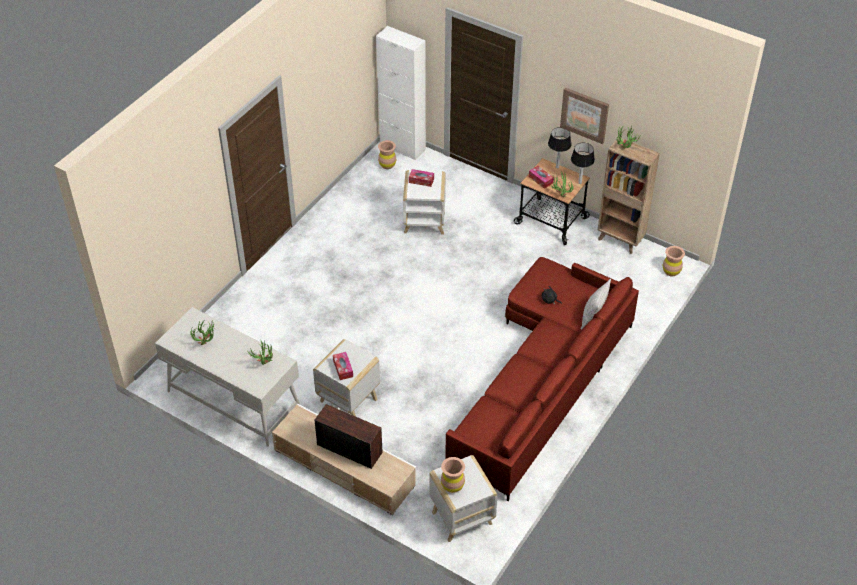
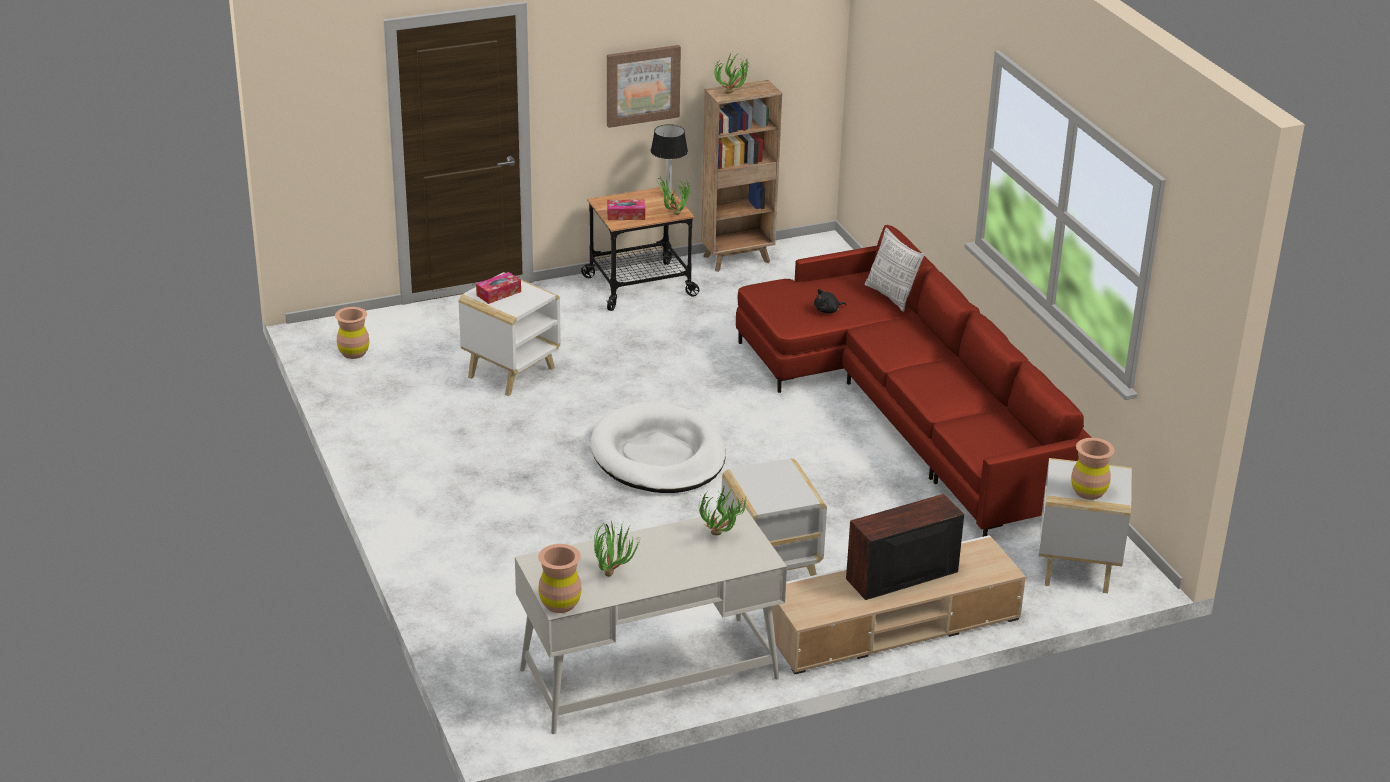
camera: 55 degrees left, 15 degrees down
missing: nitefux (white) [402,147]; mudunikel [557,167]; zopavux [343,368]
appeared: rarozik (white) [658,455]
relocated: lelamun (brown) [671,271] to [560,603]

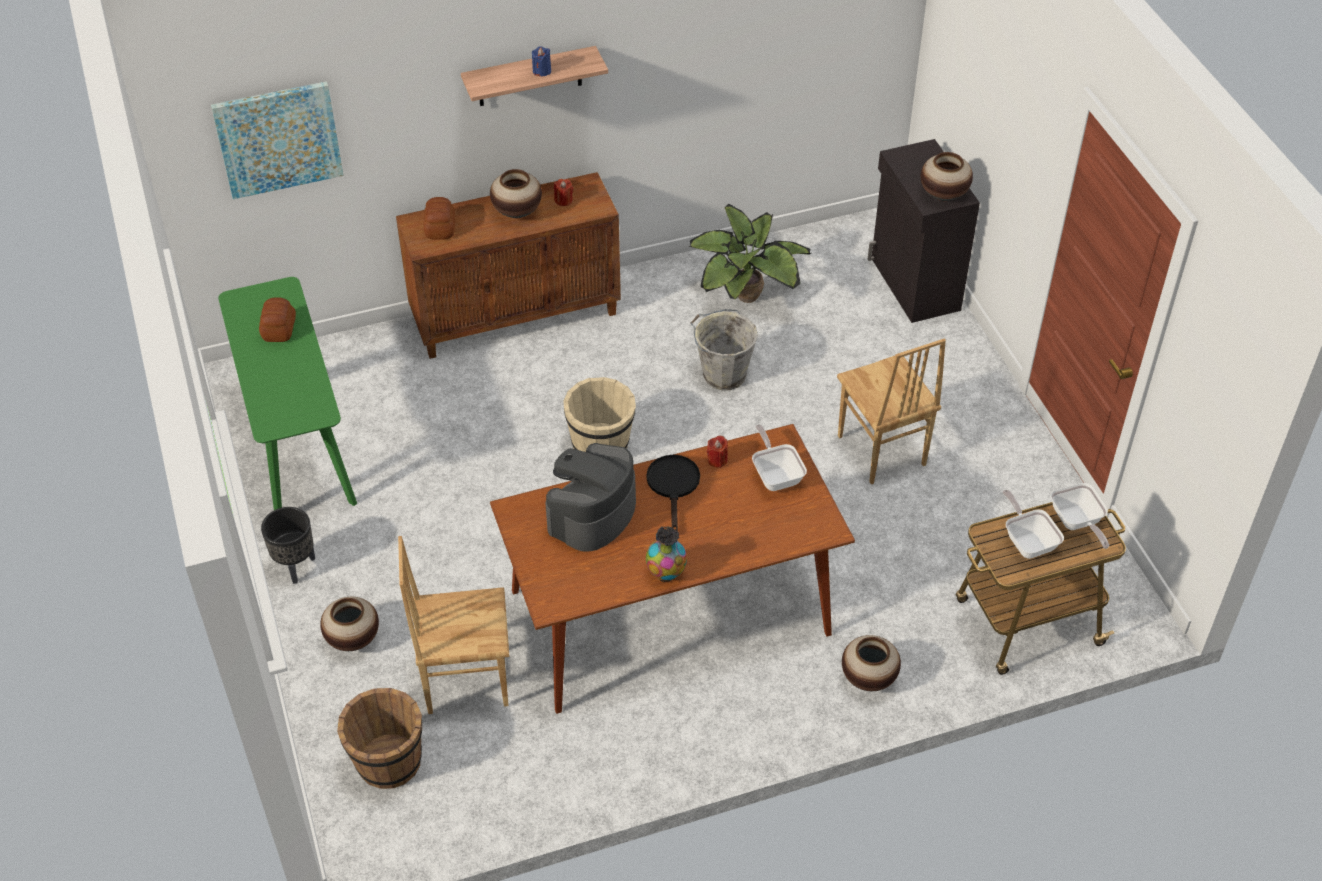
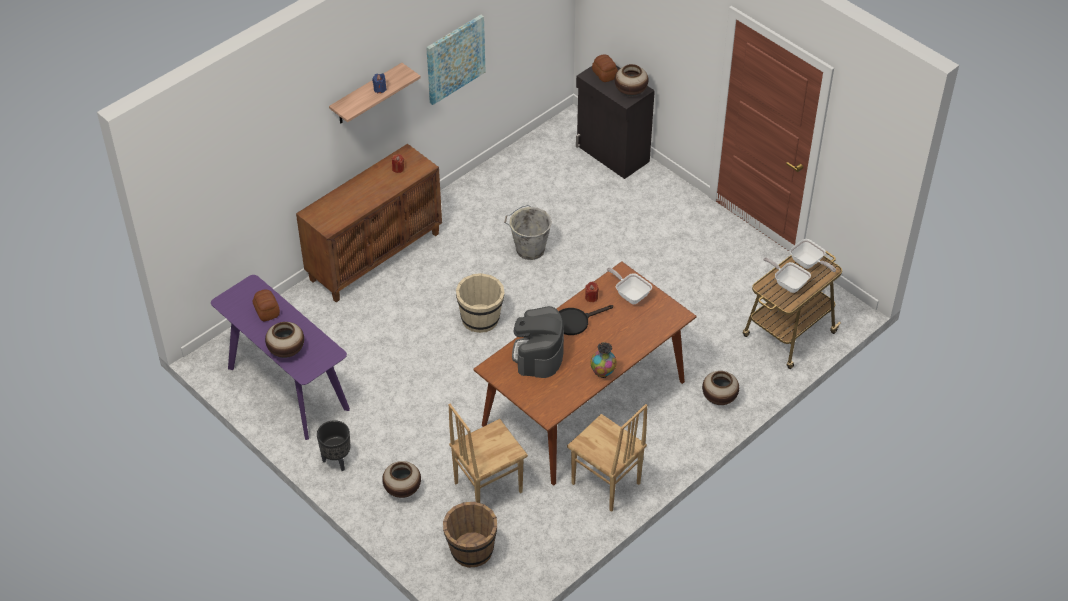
camera: 25 degrees left, 0 degrees up
missing: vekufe [748,299]
relocated: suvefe [278,139] to [455,58]; lelamun [517,212] to [286,351]; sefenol [441,227] to [604,74]; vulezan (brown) [880,451] to [605,484]
colour: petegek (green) [297,448] to petegek (purple) [287,388]
spun: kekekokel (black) [673,486] = [575,321] 90 degrees counterclockwise

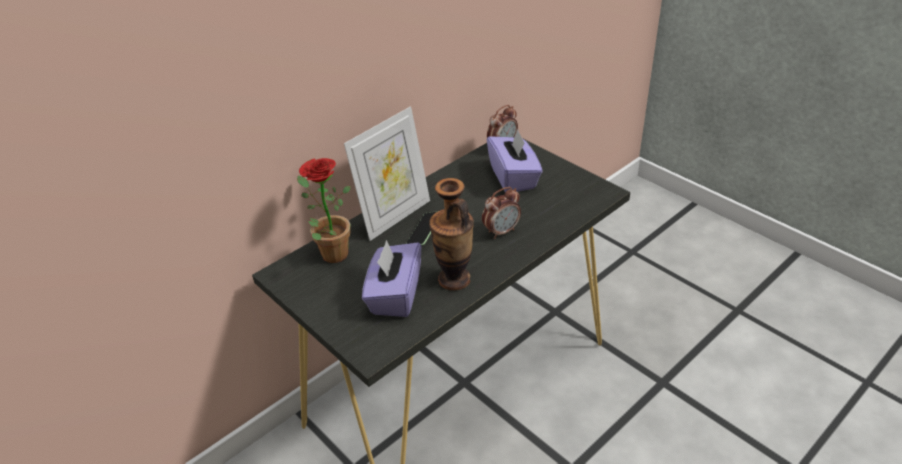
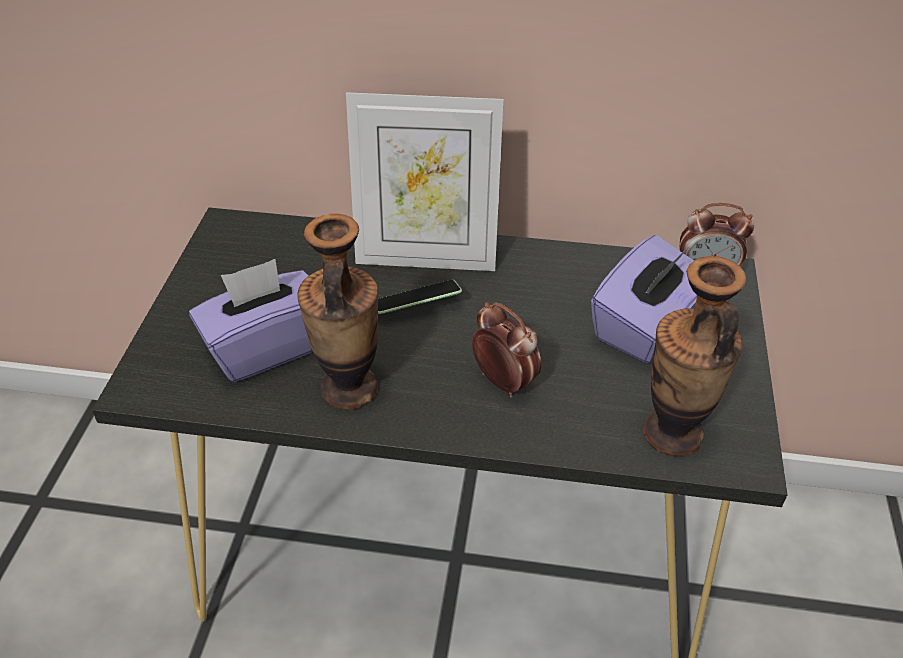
camera: 50 degrees right, 5 degrees up
missing: vekufe [330,252]
appeared: lelamun [672,433]
spun: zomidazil [501,231] = [503,382] 150 degrees counterclockwise

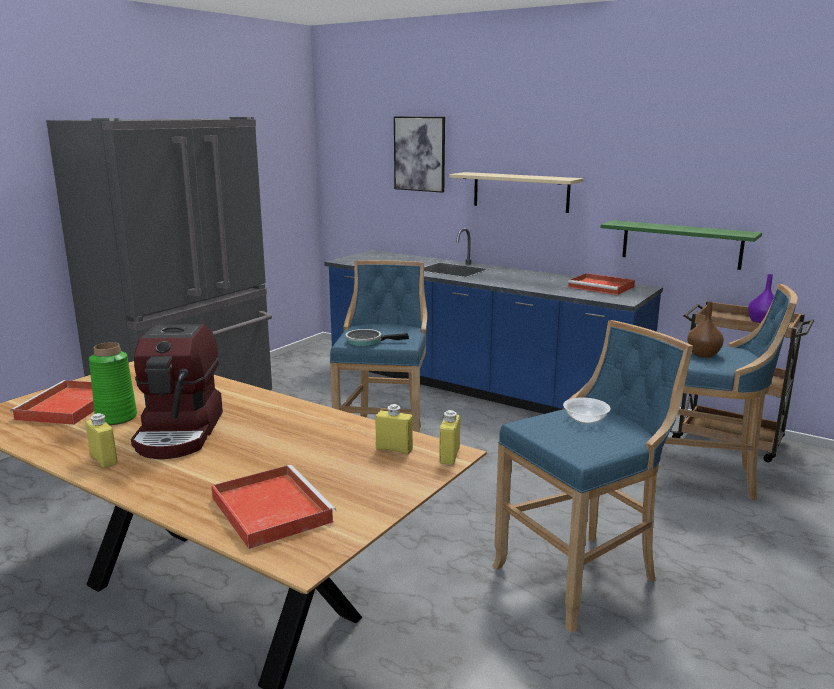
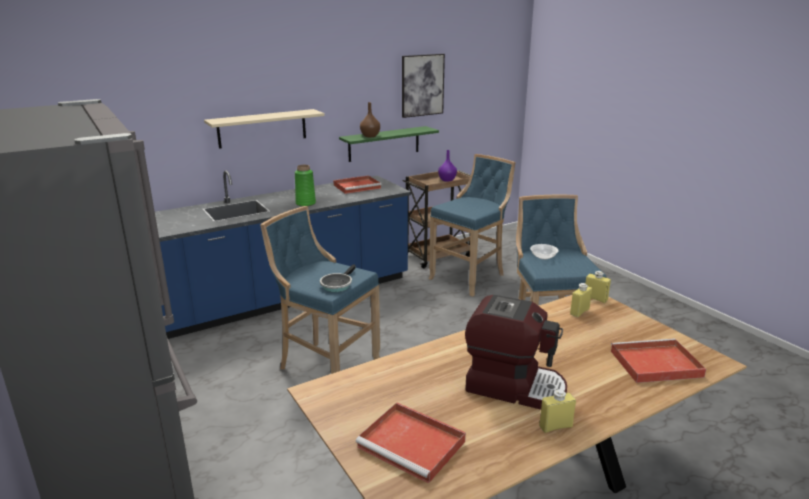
camera: 65 degrees left, 5 degrees up
relocated: suvefe [419,154] to [422,85]; lelamun (brown) [704,354] to [370,136]; lelamun (green) [116,417] to [305,203]

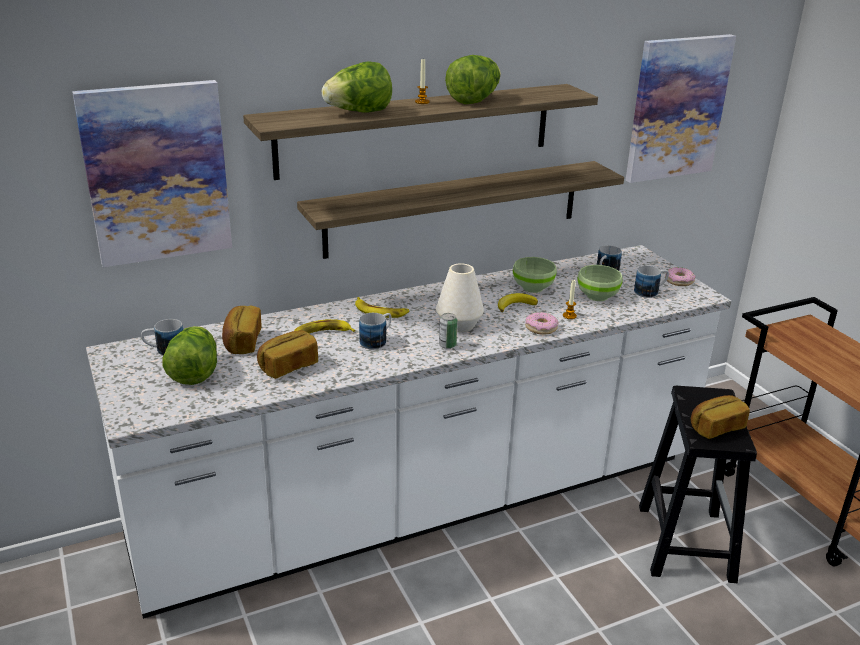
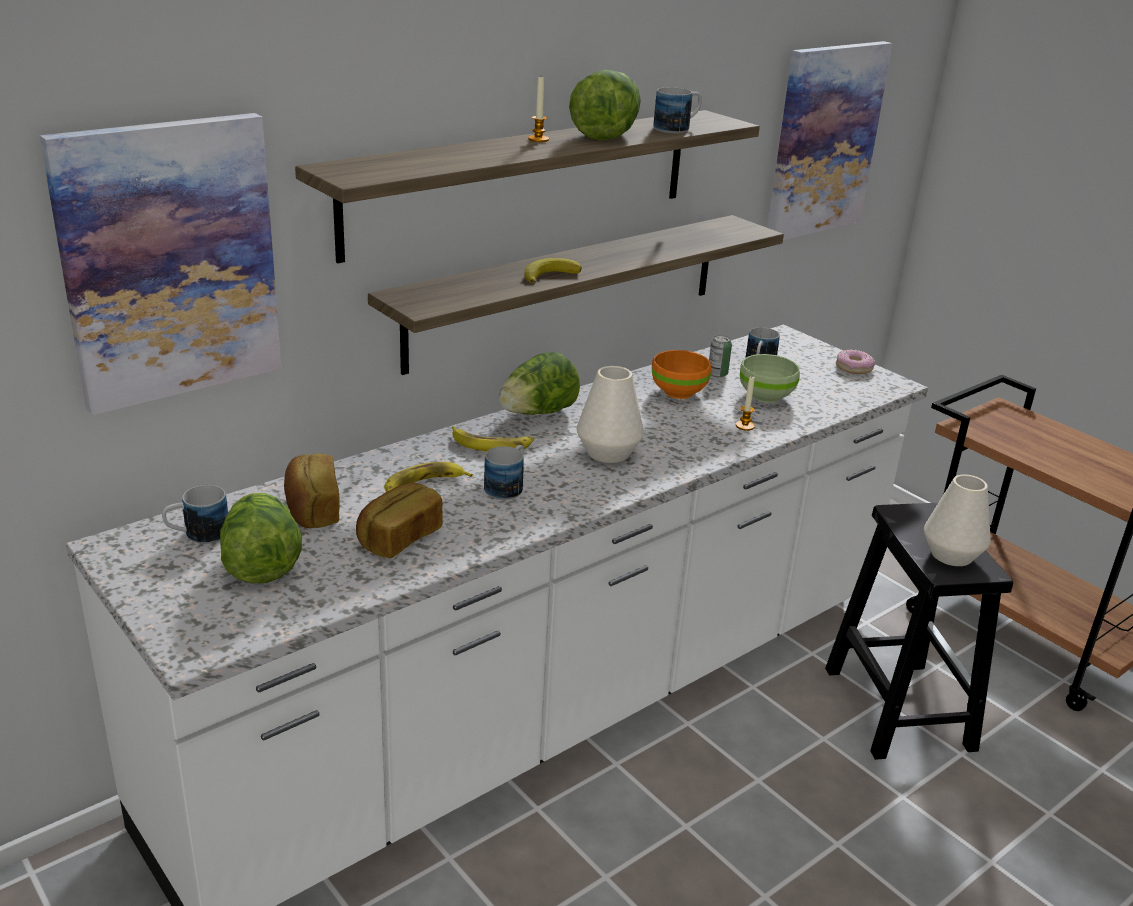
camera: 15 degrees left, 0 degrees up
missing: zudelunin [541,328]
relocated: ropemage [359,112] to [538,413]; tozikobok [650,292] to [677,128]; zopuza [515,305] to [549,275]; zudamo [447,345] to [717,374]
exchanged: sefenol [716,427] to lelamun (white) [951,555]
colour: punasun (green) [533,288] to punasun (orange) [679,393]

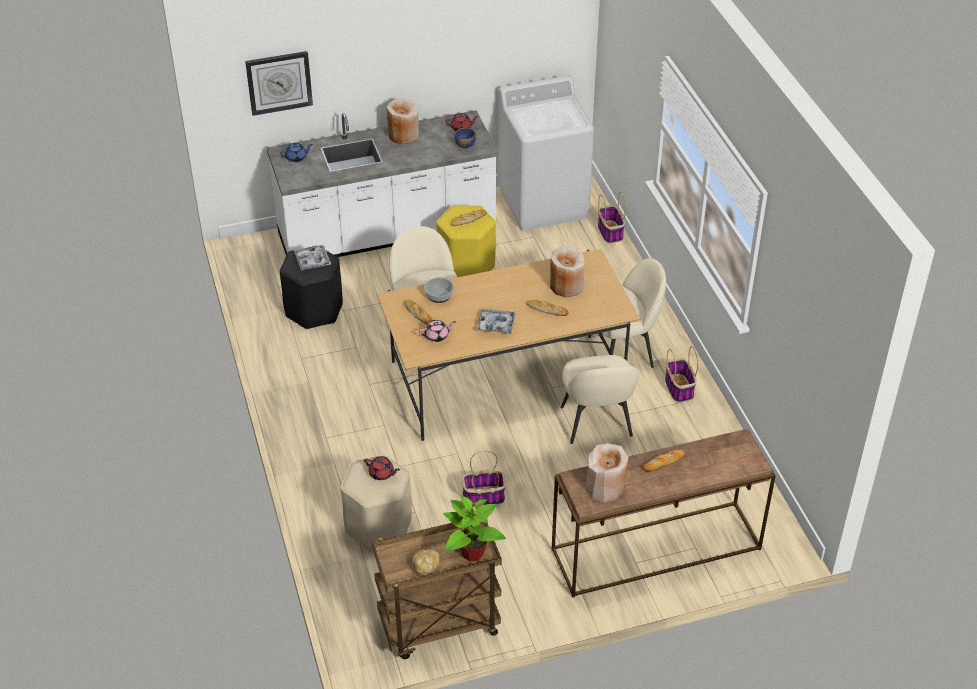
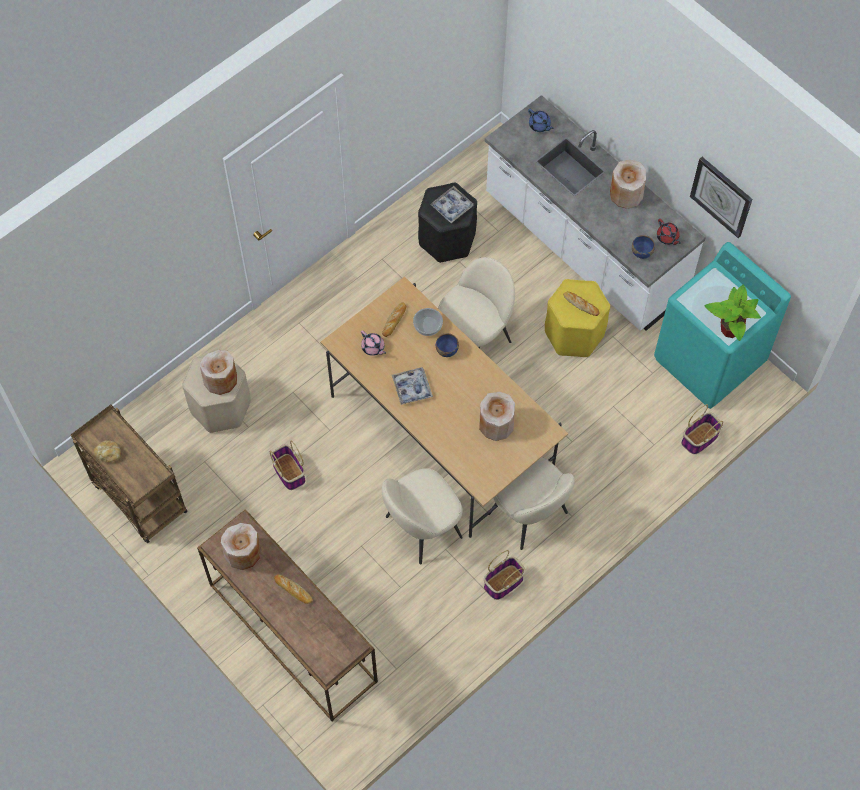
camera: 65 degrees right, 20 degrees up
missing: sefenol [547,310]
appeared: punasun (blue) [446,350]
relocated: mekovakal [279,82] to [721,196]; vekufe [471,552] to [730,329]
exchanged: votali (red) [382,473] to lelamun (beige) [221,380]
colour: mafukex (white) [543,203] to mafukex (turquoise) [709,361]

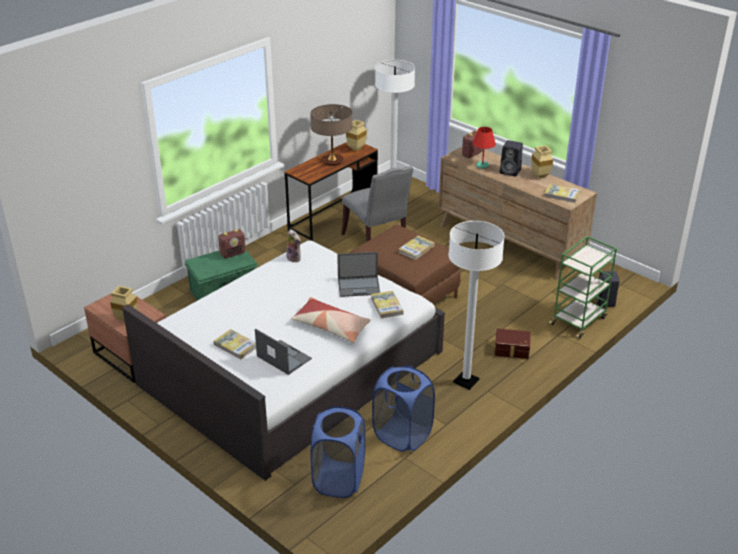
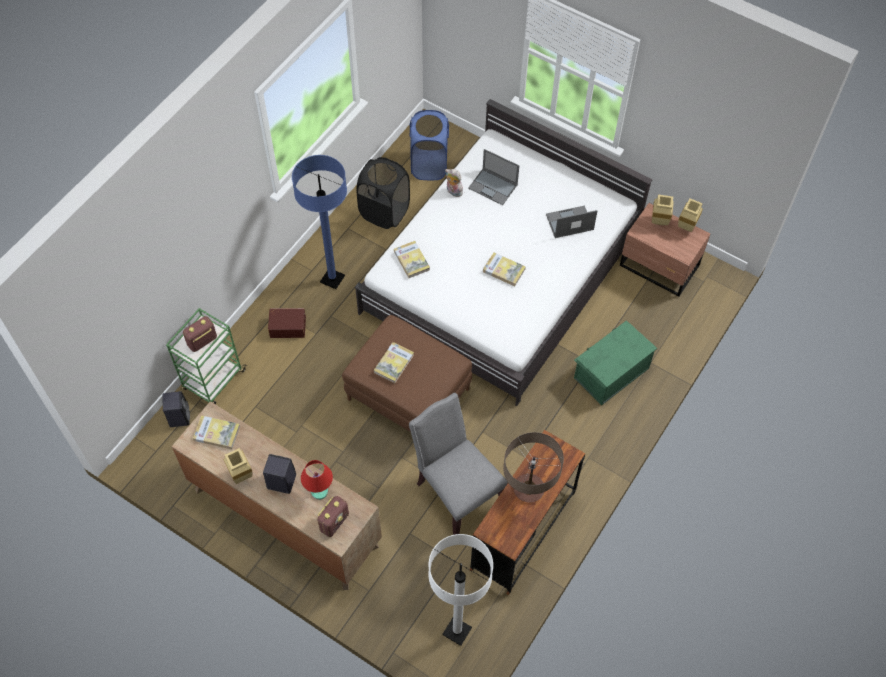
camera: 170 degrees right, 25 degrees up
missing: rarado [331,326]
relocated: lelamun (beige) [356,148] to [686,228]; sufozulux [233,254] to [202,342]; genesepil [295,258] to [453,192]; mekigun [359,286] to [569,222]; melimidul [235,346] to [504,270]
colour: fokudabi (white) [466,381] to fokudabi (blue) [332,279]; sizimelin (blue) [402,435] to sizimelin (black) [384,212]

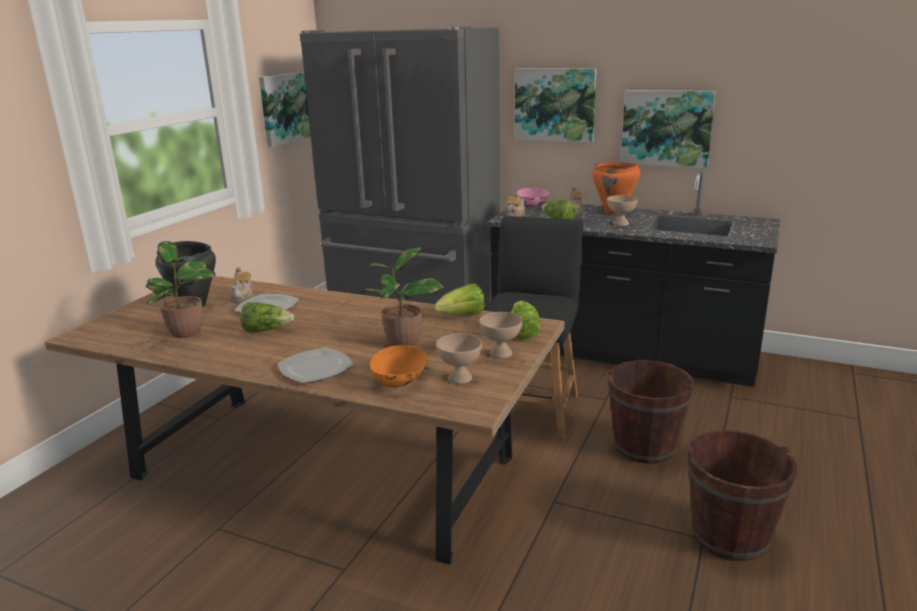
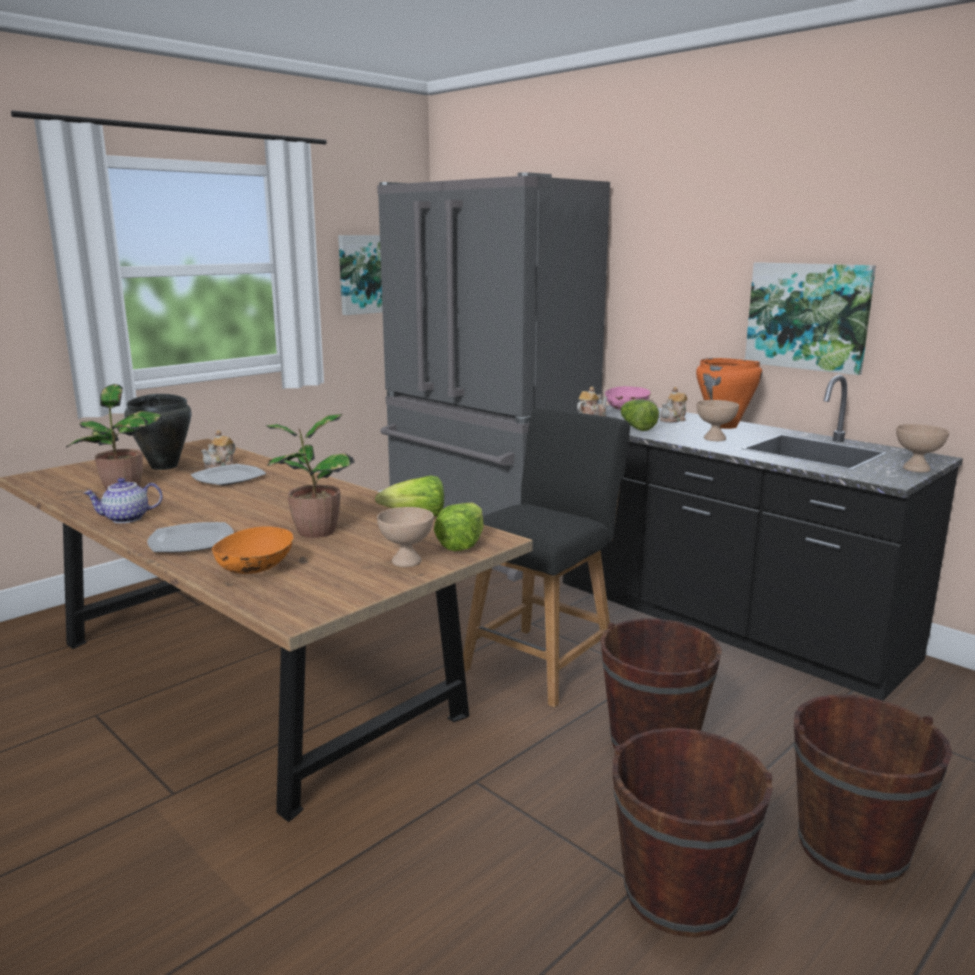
camera: 20 degrees right, 5 degrees down
missing: suvefe [555,104]; ropemage [266,330]
appeared: votali [126,519]; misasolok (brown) [852,848]
relocated: punasun (beige) [461,378] to [917,469]

